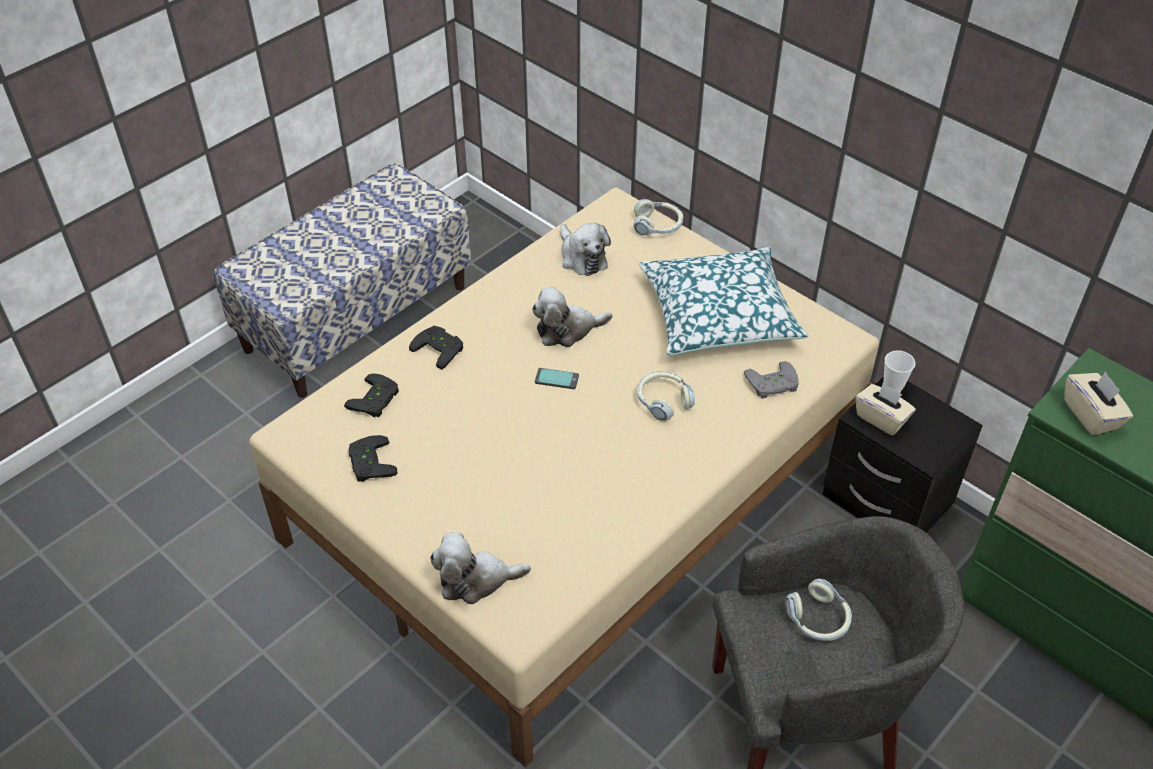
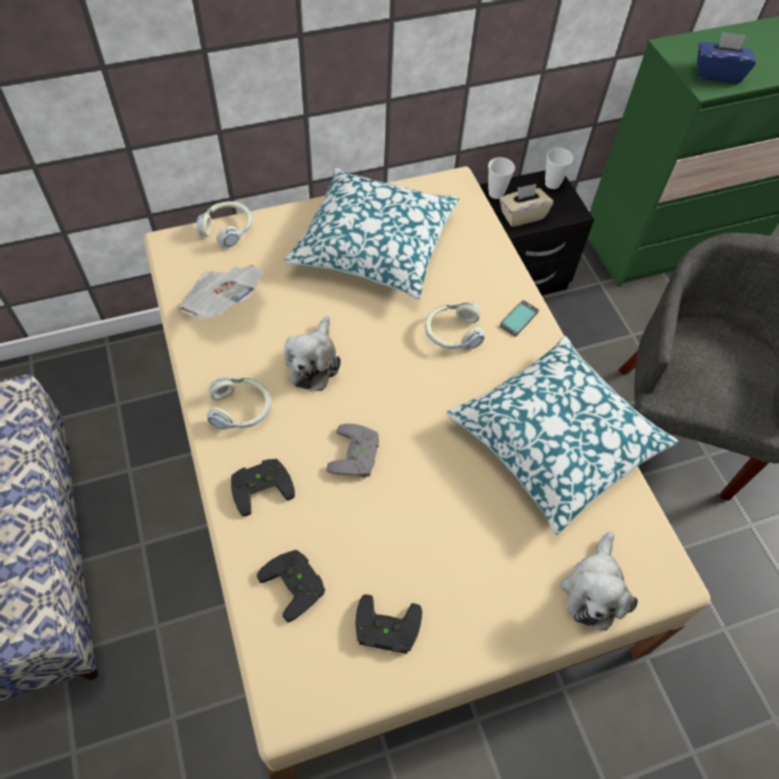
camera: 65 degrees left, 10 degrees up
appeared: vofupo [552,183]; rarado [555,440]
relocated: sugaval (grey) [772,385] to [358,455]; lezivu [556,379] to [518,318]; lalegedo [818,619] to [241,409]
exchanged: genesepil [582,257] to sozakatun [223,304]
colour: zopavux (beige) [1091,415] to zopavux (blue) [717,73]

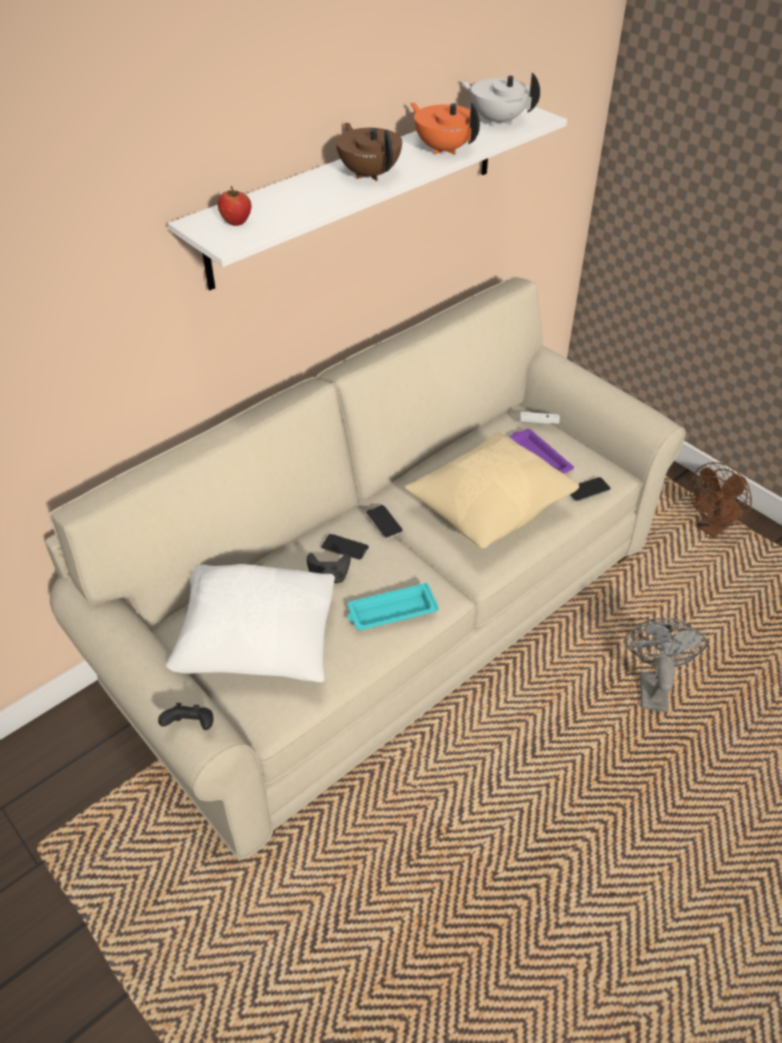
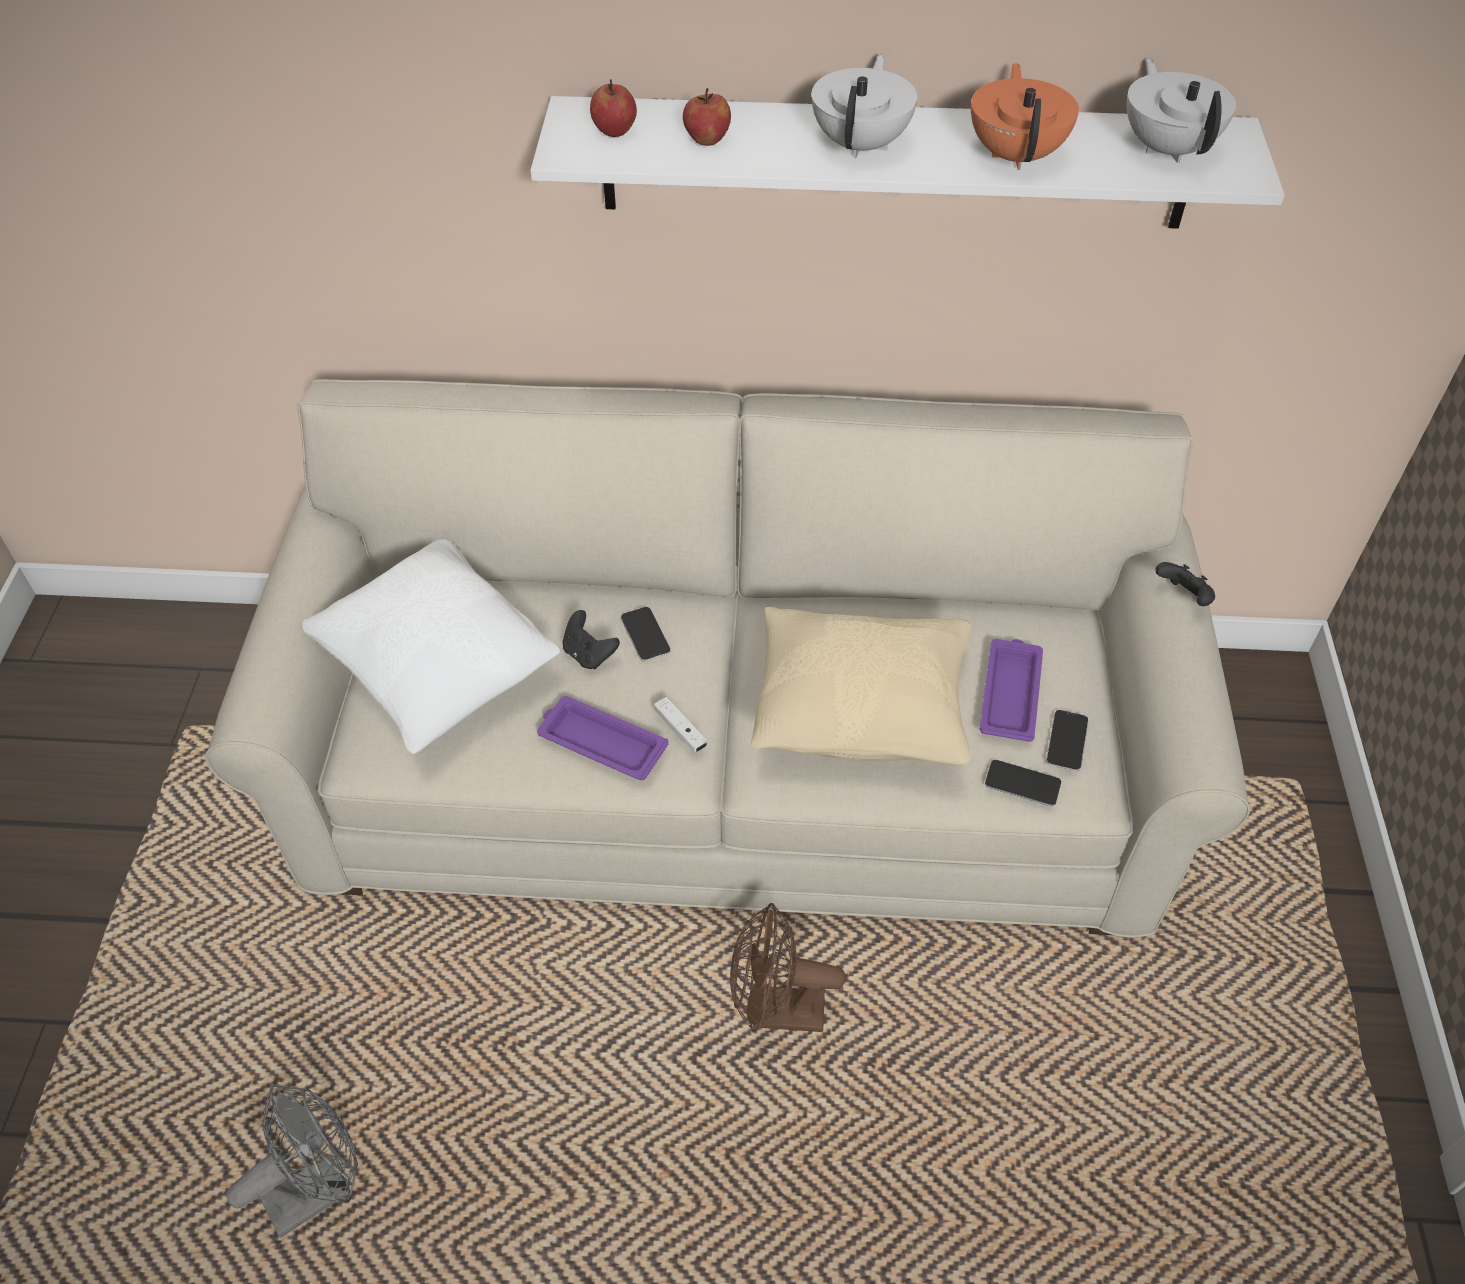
camera: 45 degrees right, 5 degrees up
appeared: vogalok [707,140]
relocated: sugaval (white) [539,422] to [680,730]; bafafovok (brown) [711,528] to [775,1012]; lezivu [384,522] to [1067,741]; bafafovok (grey) [651,686] to [319,1187]; sugaval (black) [191,726] to [1183,597]
colour: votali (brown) [369,174] to votali (white) [861,144]; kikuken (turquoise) [391,611] to kikuken (purple) [600,742]

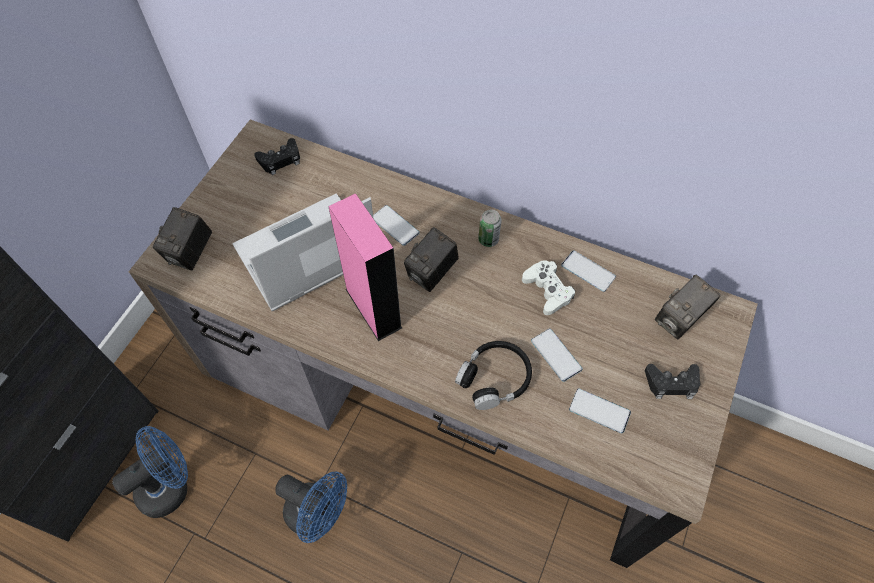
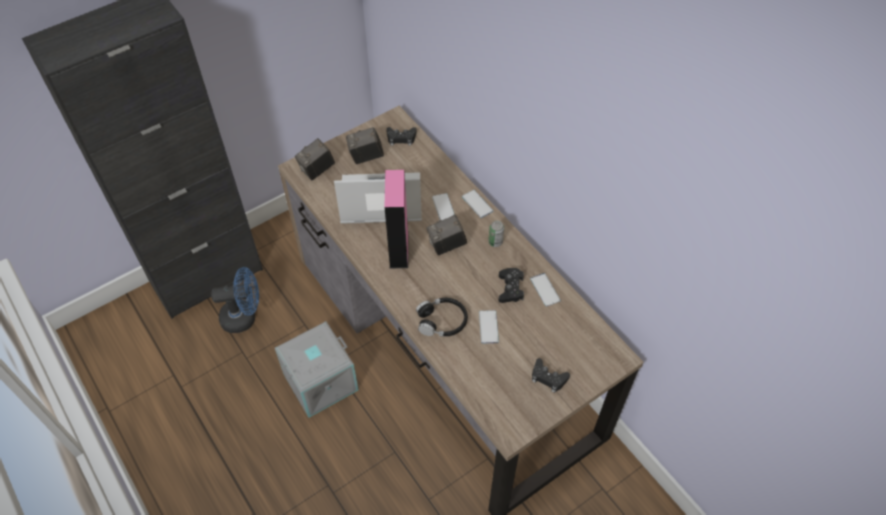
camera: 30 degrees right, 5 degrees down
relocated: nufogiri [678,320] to [366,157]; lezivu [599,411] to [477,204]
exchanged: bafafovok (blue) [318,514] to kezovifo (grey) [320,381]
colour: sugaval (white) [547,290] to sugaval (black) [510,288]

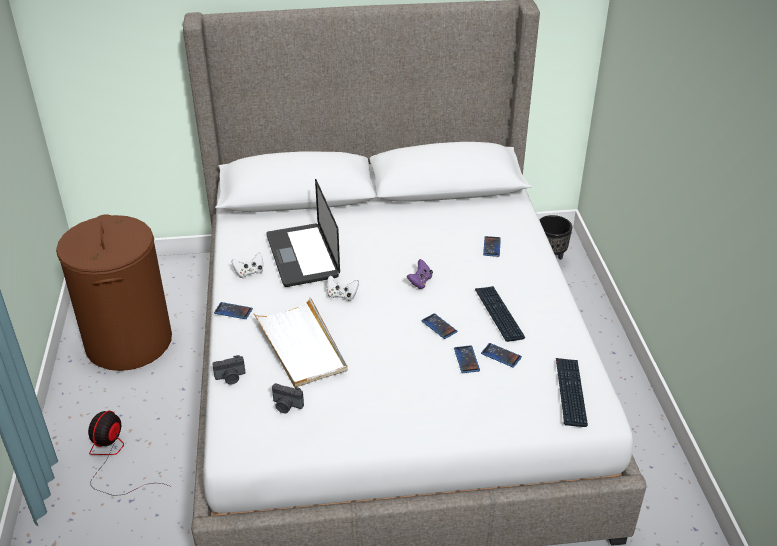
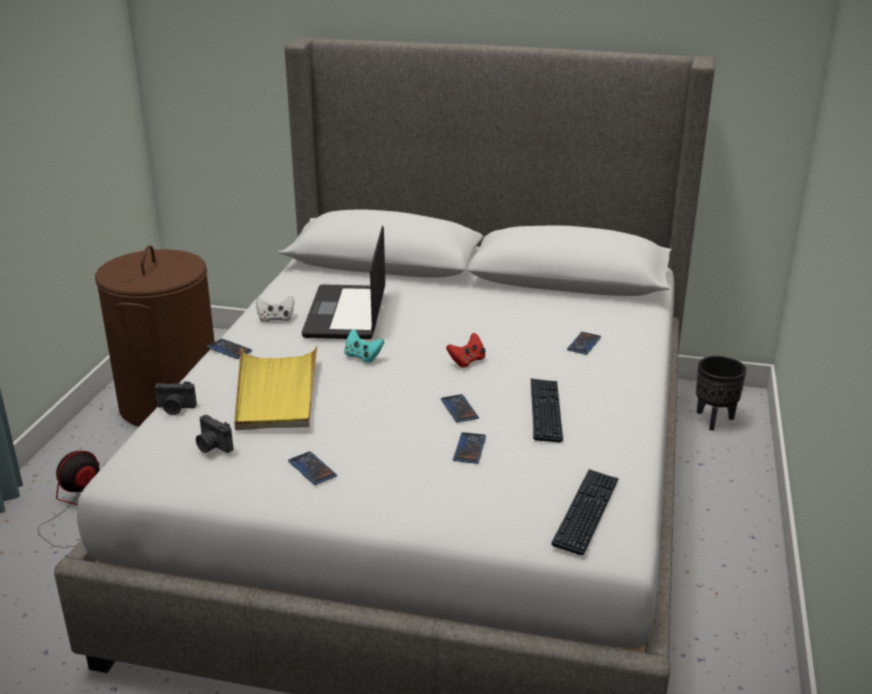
camera: 20 degrees right, 10 degrees down
relocated: lezivu [501,355] to [312,469]
colour: sugaval (purple) [420,282] to sugaval (red) [467,361]; sugaval (white) [342,295] to sugaval (turquoise) [362,357]; kikuken (white) [301,345] to kikuken (yellow) [276,393]

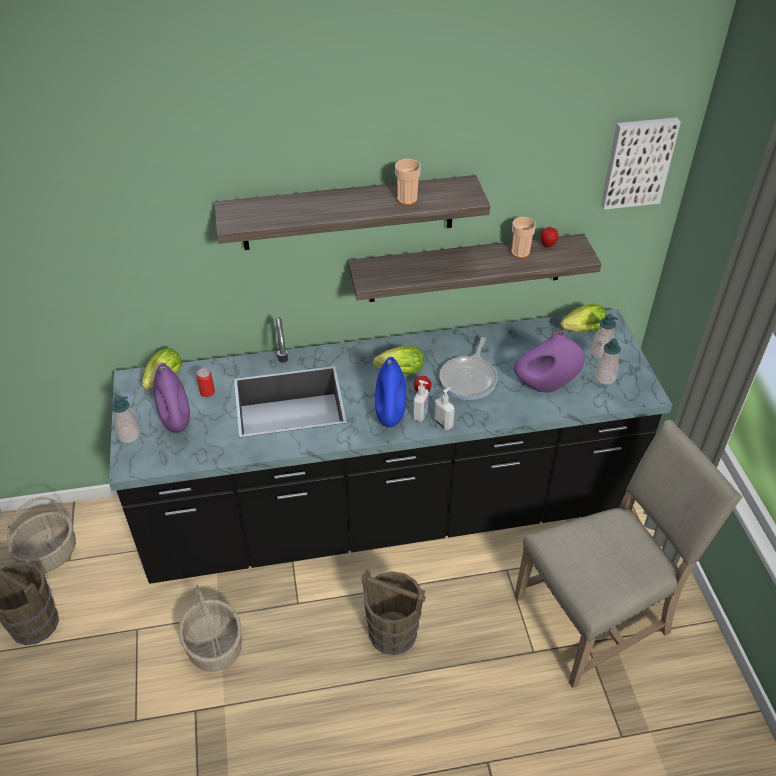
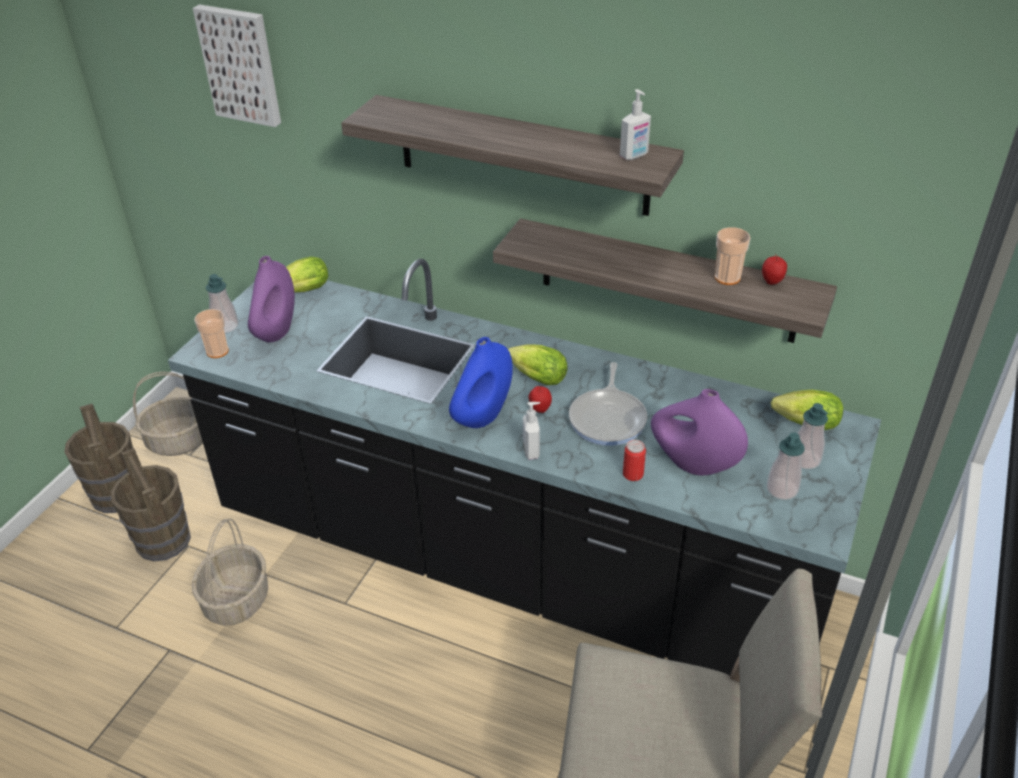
camera: 35 degrees right, 5 degrees down
relocated: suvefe [637,162] to [241,64]; vofupo [407,199] to [217,351]; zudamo [207,392] to [633,474]; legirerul [421,415] to [634,156]; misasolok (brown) [392,632] to [163,540]
spun: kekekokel [469,379] = [608,418] 45 degrees counterclockwise

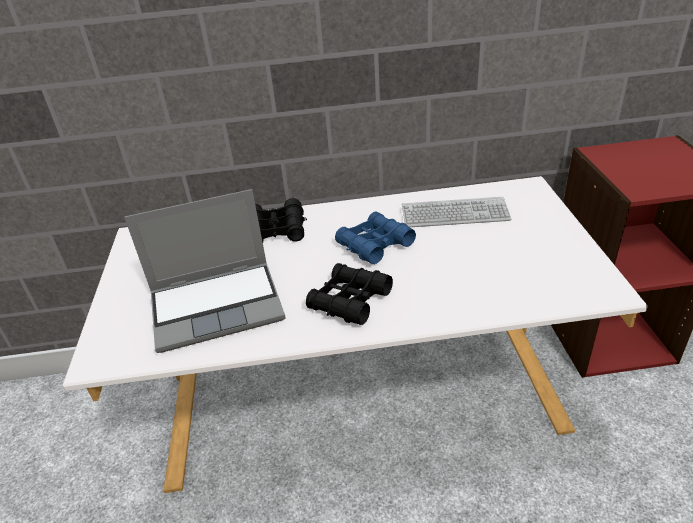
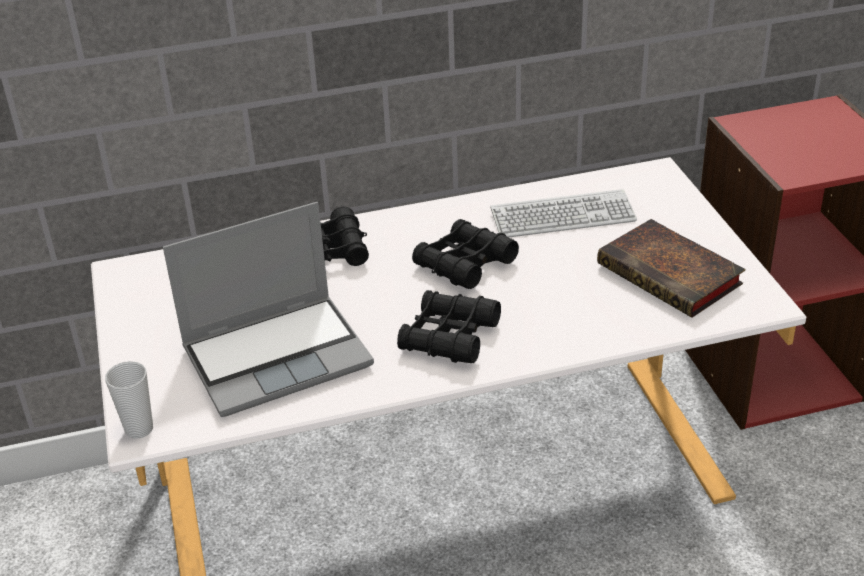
camera: 10 degrees left, 0 degrees up
appeared: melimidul [672,275]; vofupo [139,429]
colour: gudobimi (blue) [374,245] to gudobimi (black) [465,264]

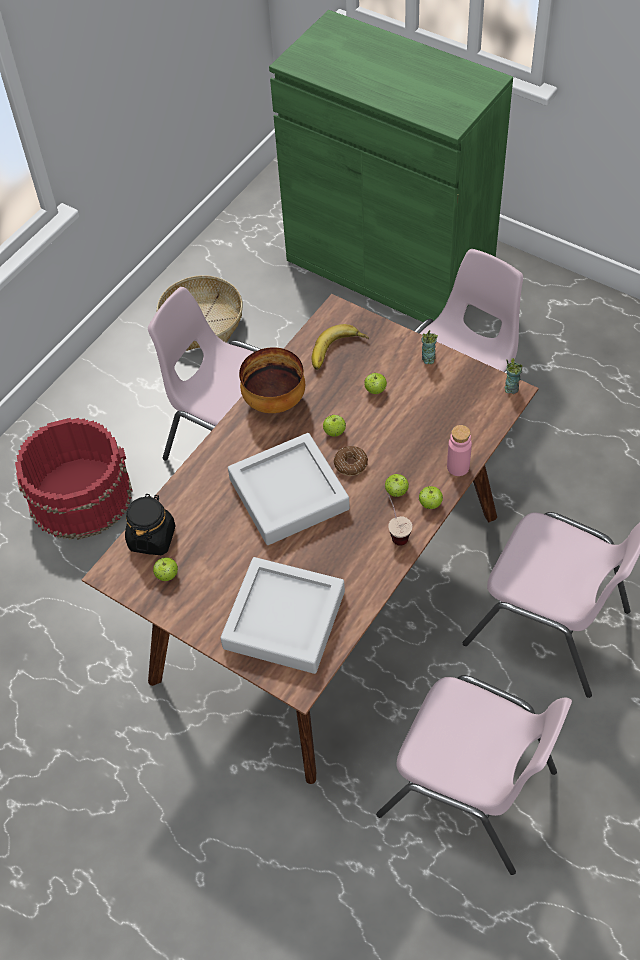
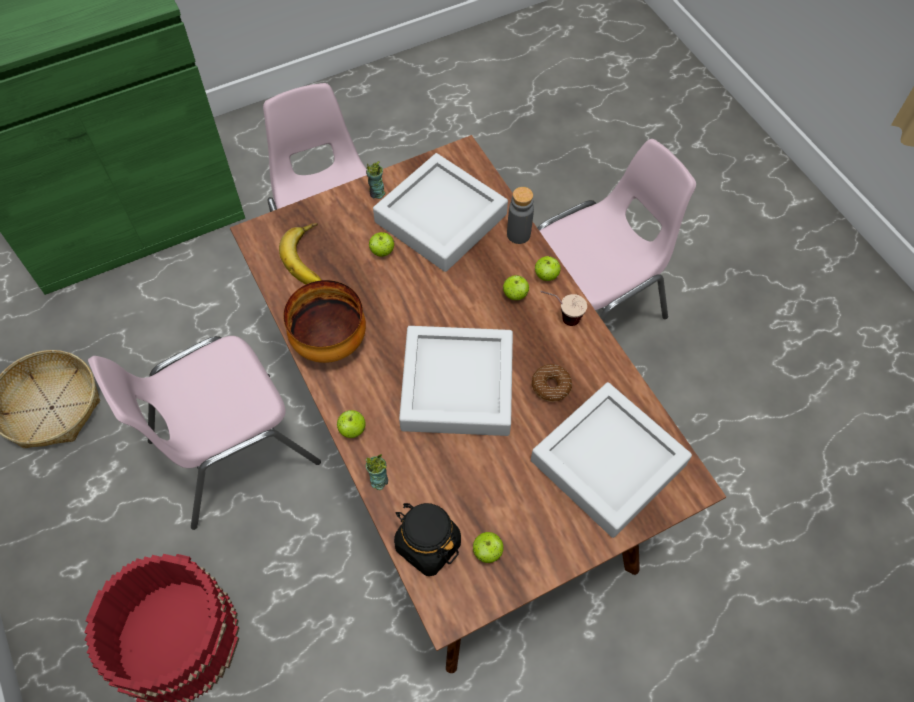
camera: 65 degrees left, 5 degrees up
missing: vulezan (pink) [470,794]
appeared: kikuken (grey) [440,218]
relocated: vofupo [511,388] to [378,481]; vogalok [334,432] to [352,430]; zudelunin [350,464] to [550,386]
colour: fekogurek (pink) [458,467] to fekogurek (grey) [518,234]

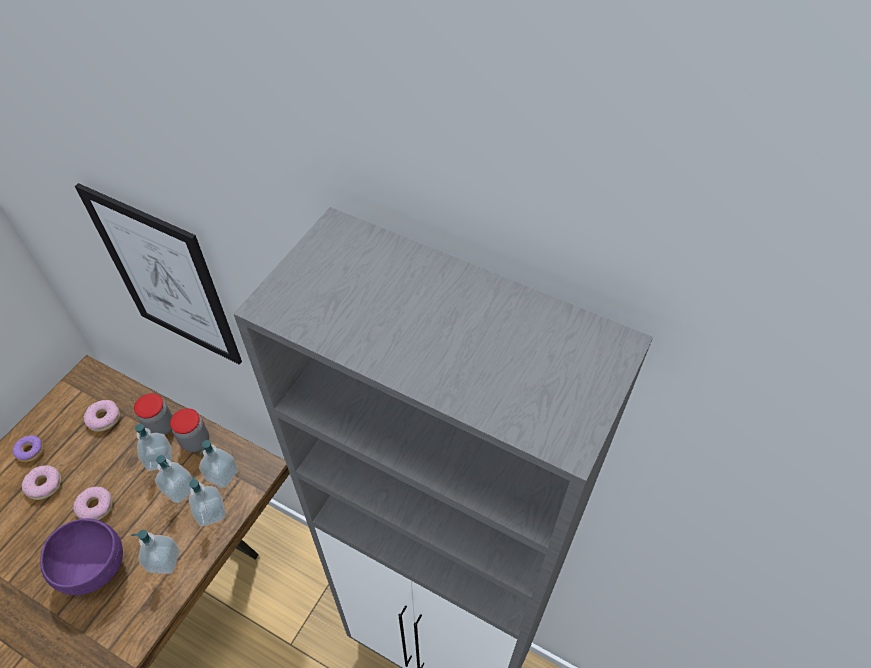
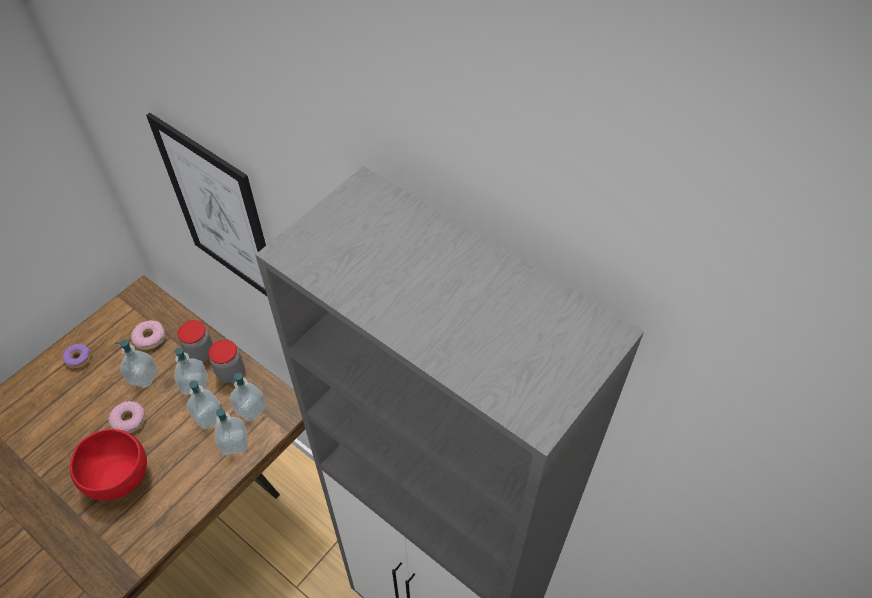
camera: 10 degrees right, 0 degrees up
missing: zudelunin [44,485]
relocated: legirerul [164,560] to [143,376]
colour: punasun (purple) [94,568] to punasun (red) [119,478]

